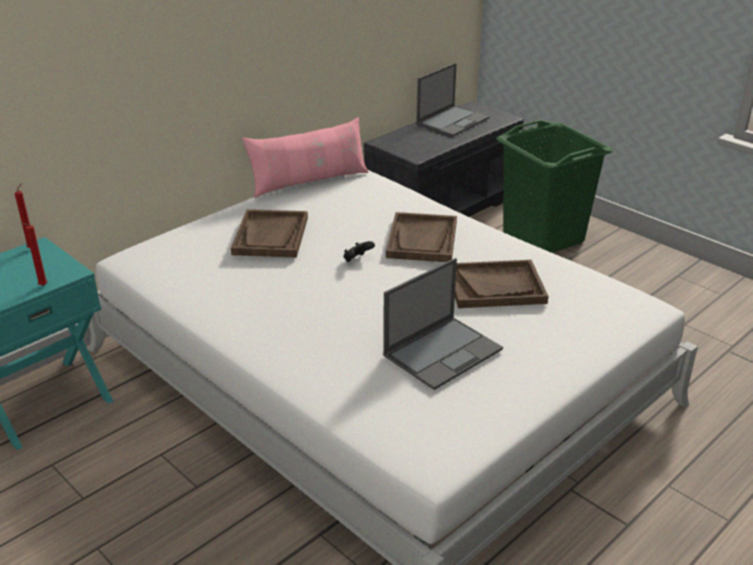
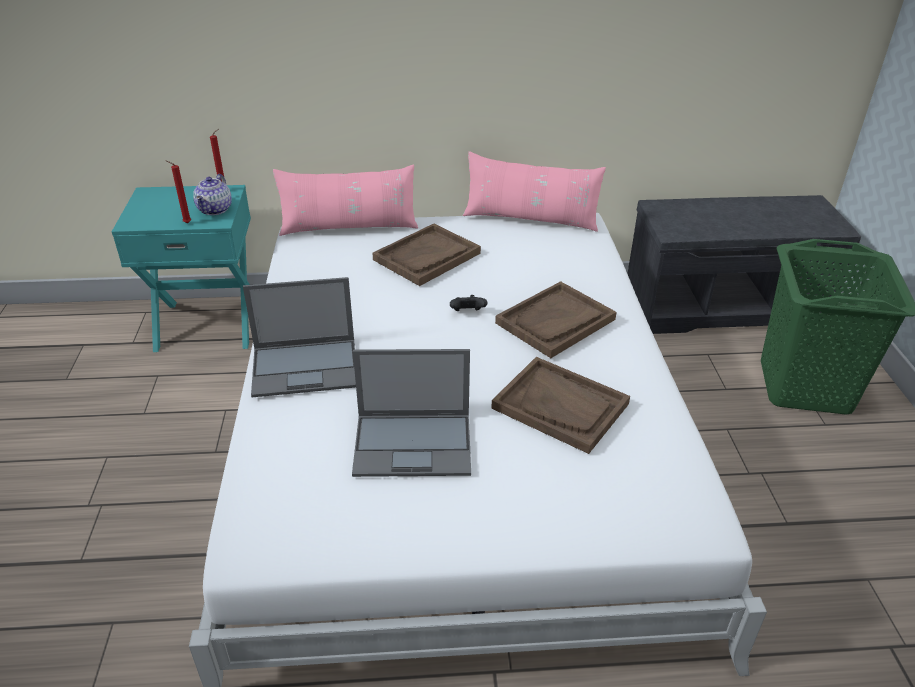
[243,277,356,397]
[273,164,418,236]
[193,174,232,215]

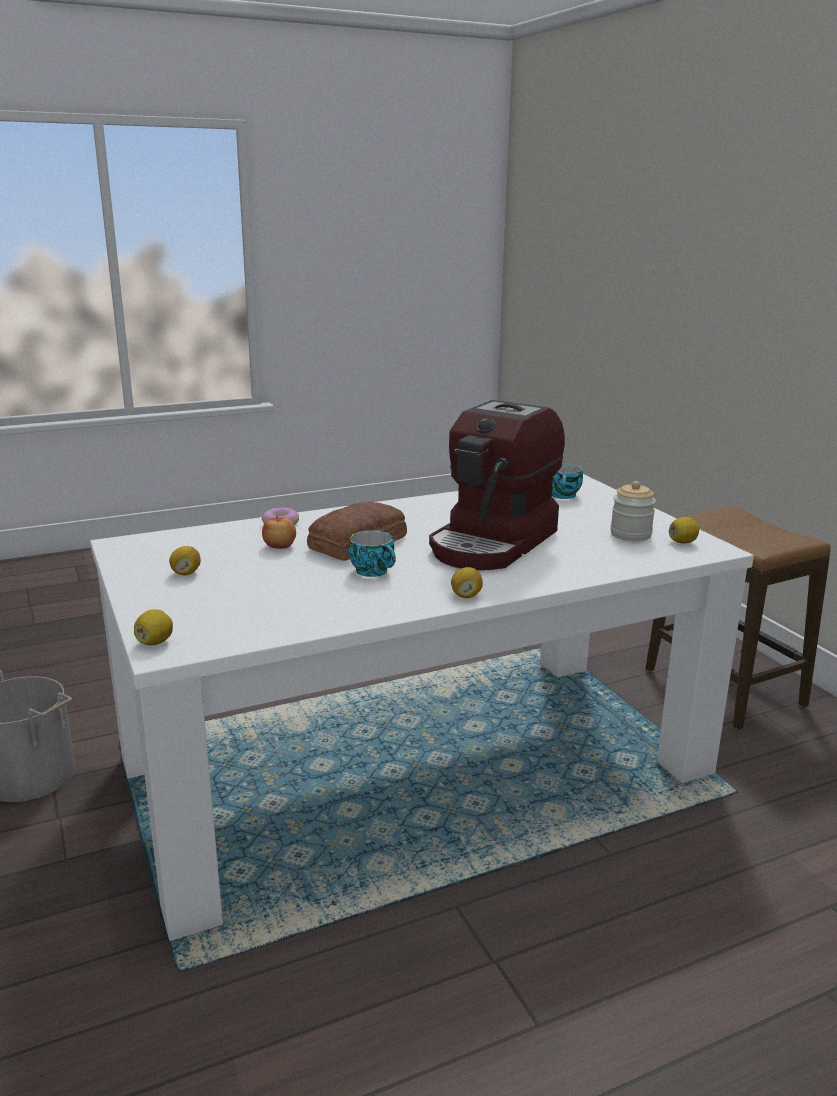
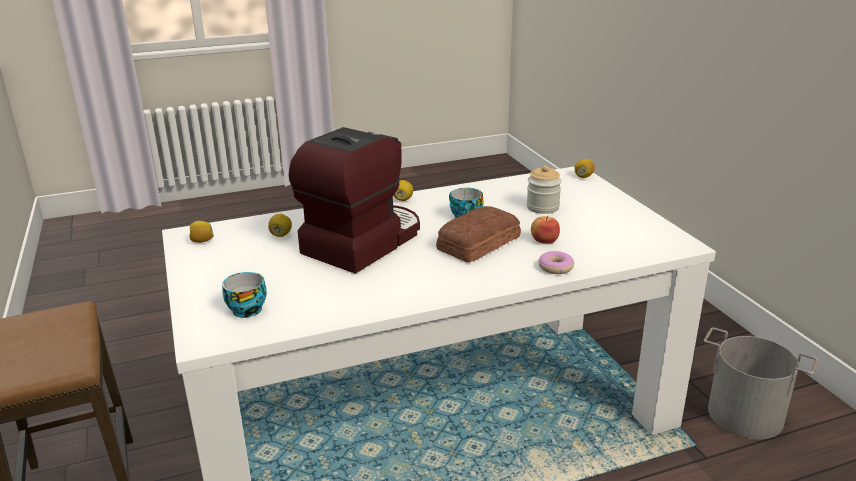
[526,165,562,214]
[268,214,292,237]

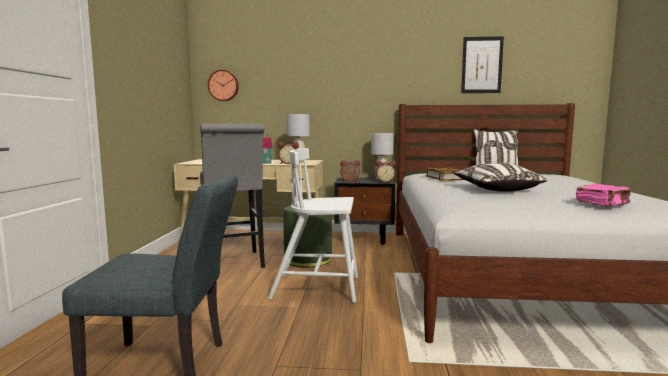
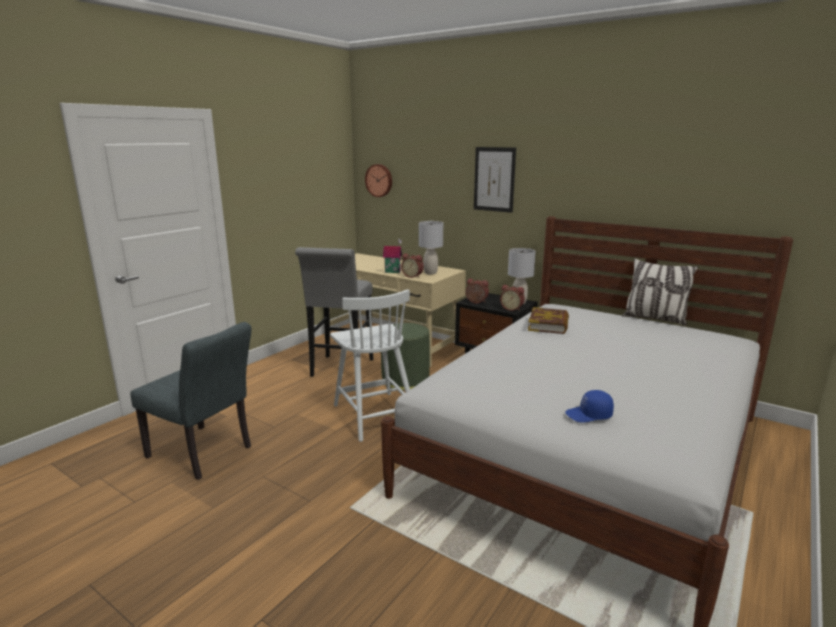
[474,147,516,213]
[330,289,410,442]
[454,163,548,192] (first image)
[565,390,614,423]

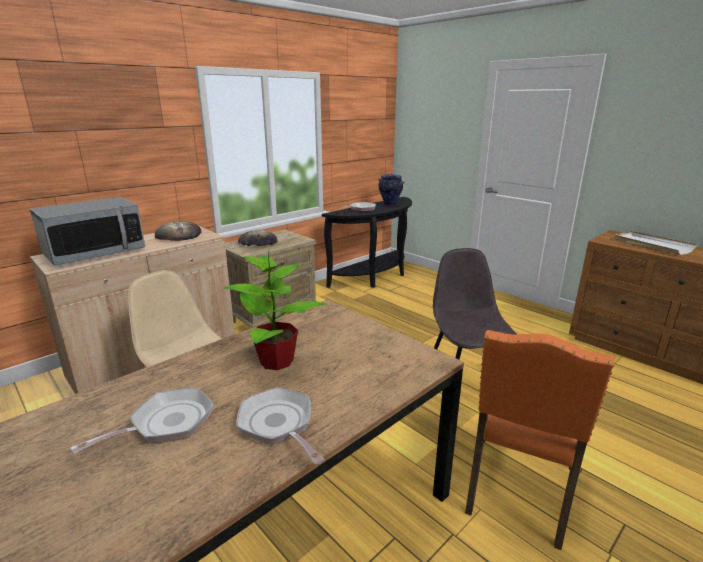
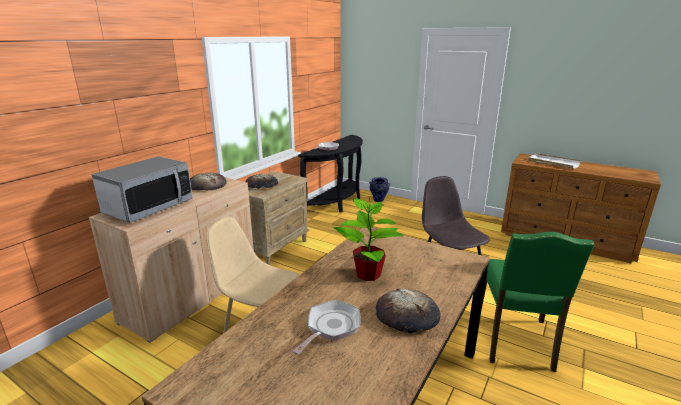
[369,177,391,202]
[482,232,594,372]
[376,288,440,334]

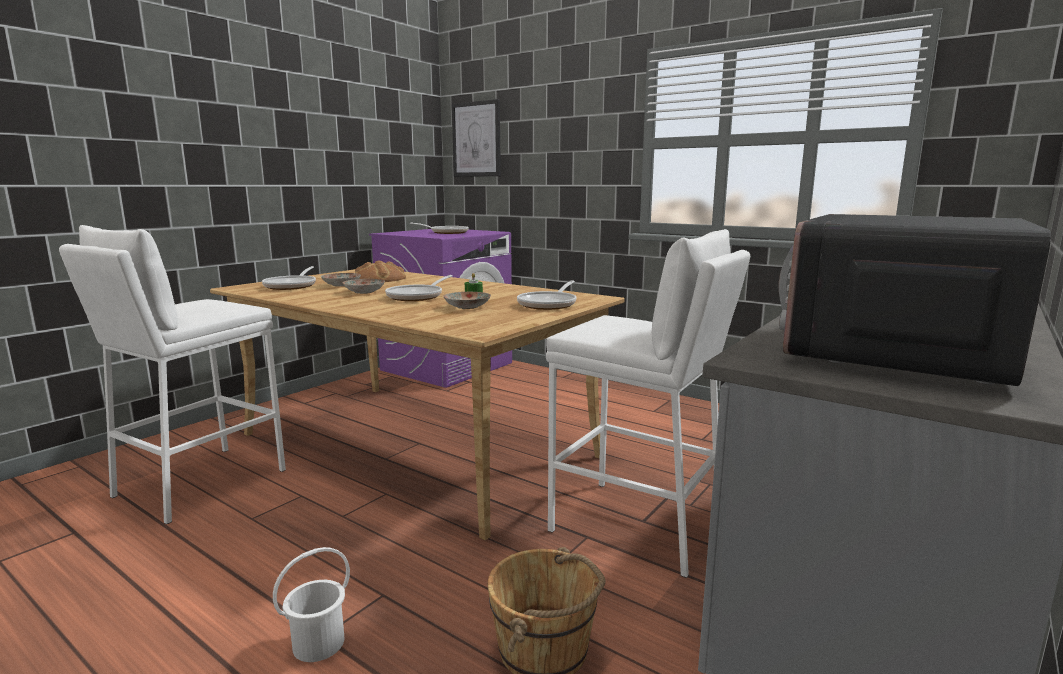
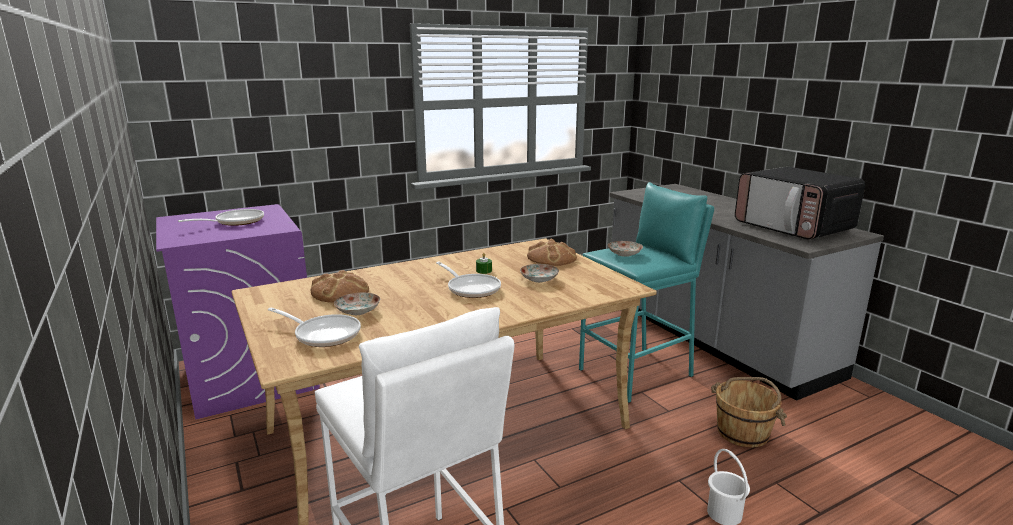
[452,99,501,177] (first image)
[579,182,714,403]
[608,241,643,257]
[527,239,577,266]

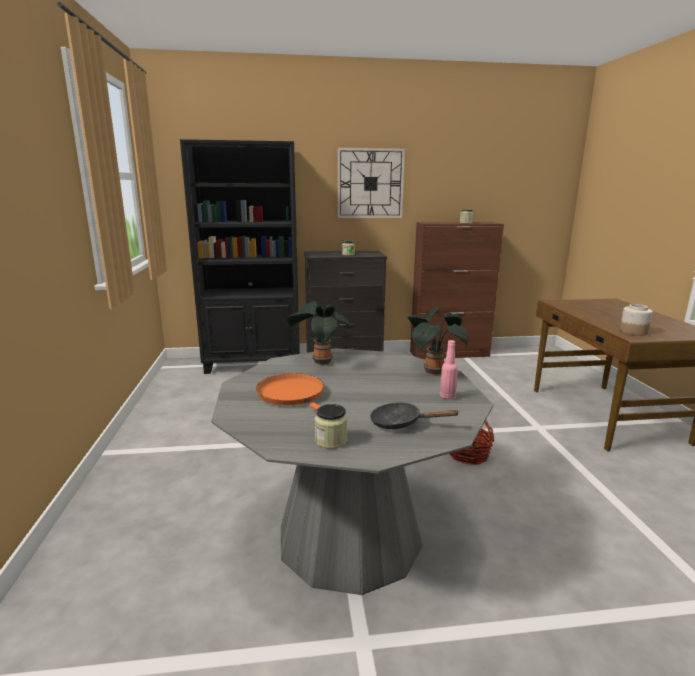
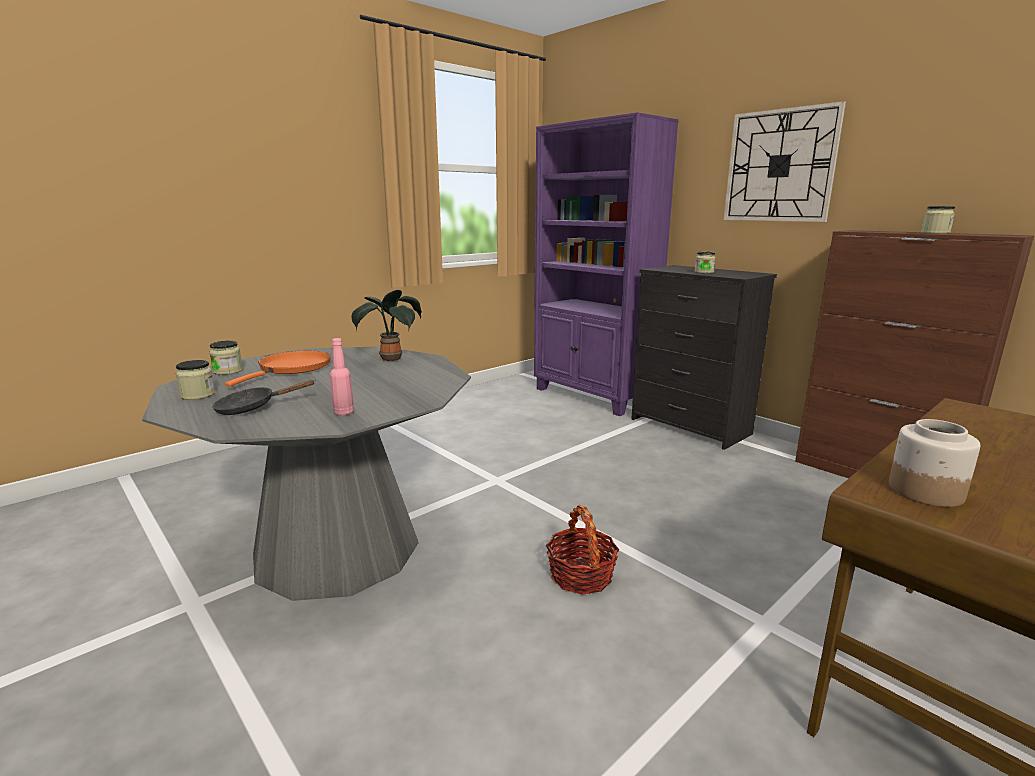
[534,112,679,416]
[407,308,468,375] (first image)
[212,380,315,415]
[209,341,243,375]

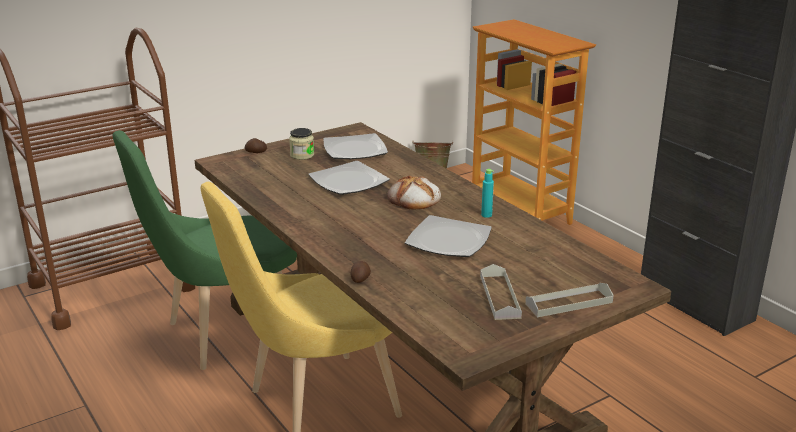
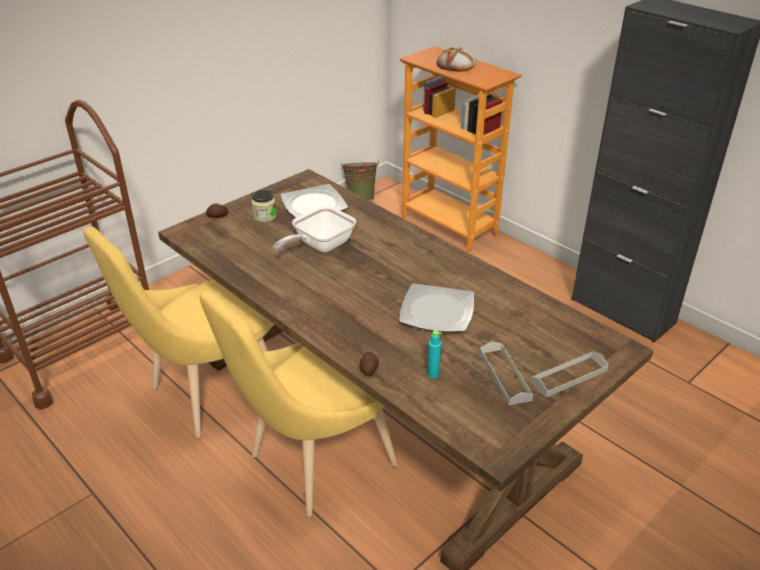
[83,226,274,438]
[273,205,356,253]
[427,330,441,379]
[436,48,476,72]

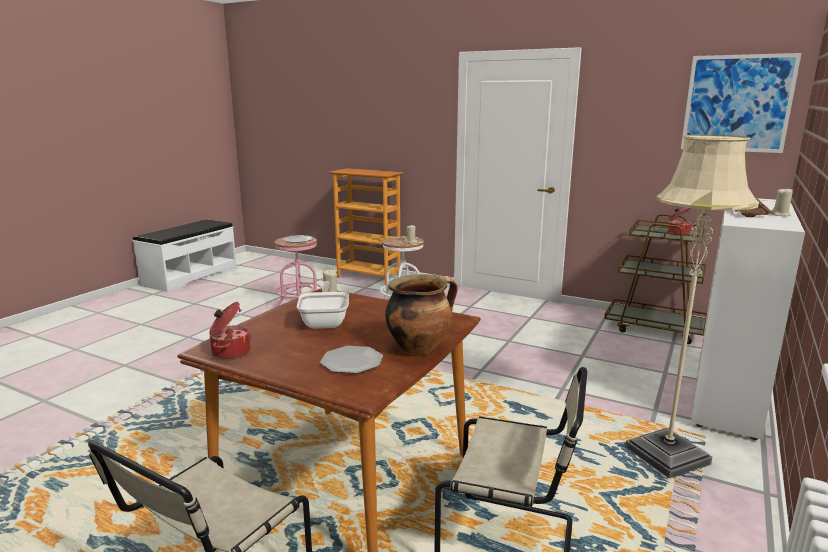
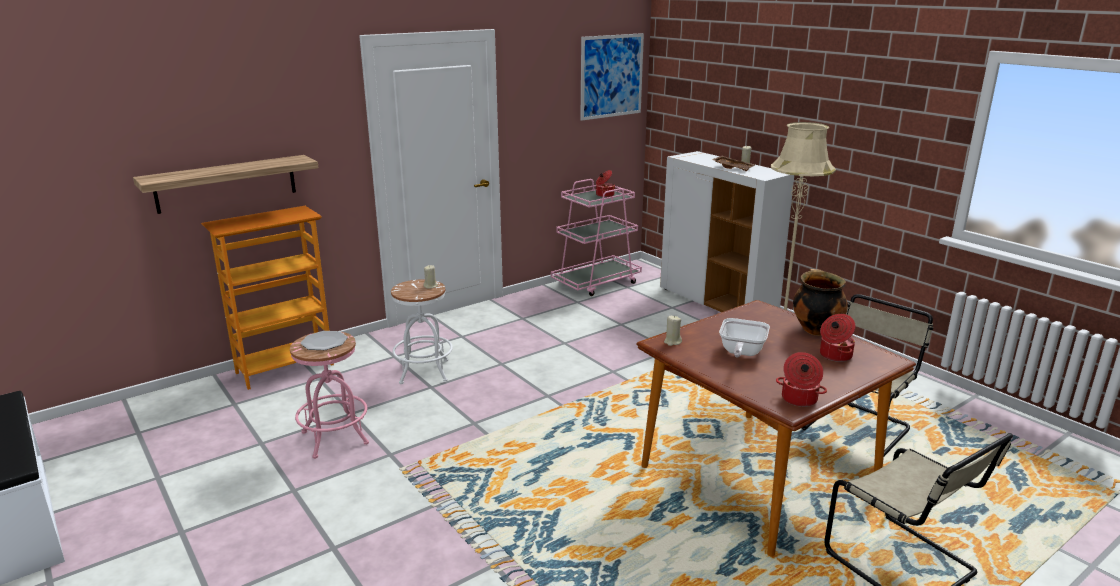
[551,179,642,296]
[719,318,770,358]
[820,314,855,362]
[133,155,319,214]

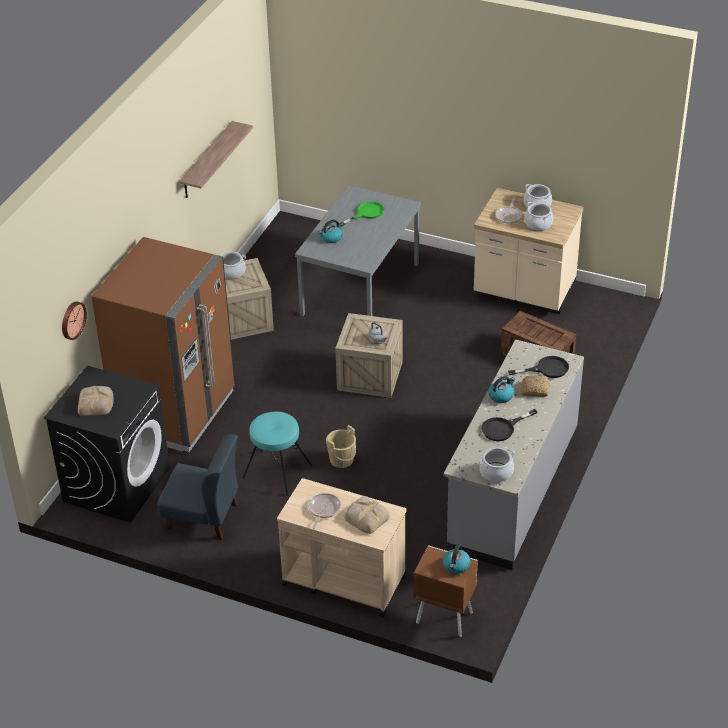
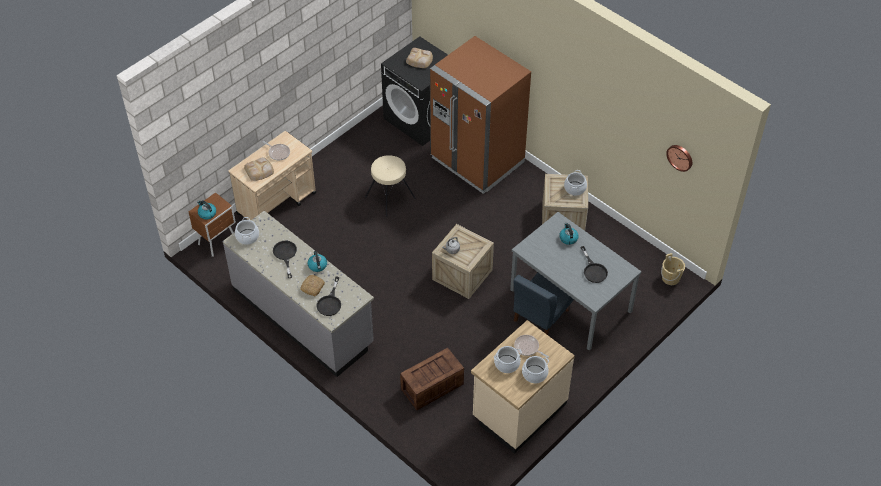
[179,121,253,198] (first image)
[581,246,608,283]
[666,145,692,172]
[365,155,415,217]
[661,253,685,285]
[513,273,574,335]

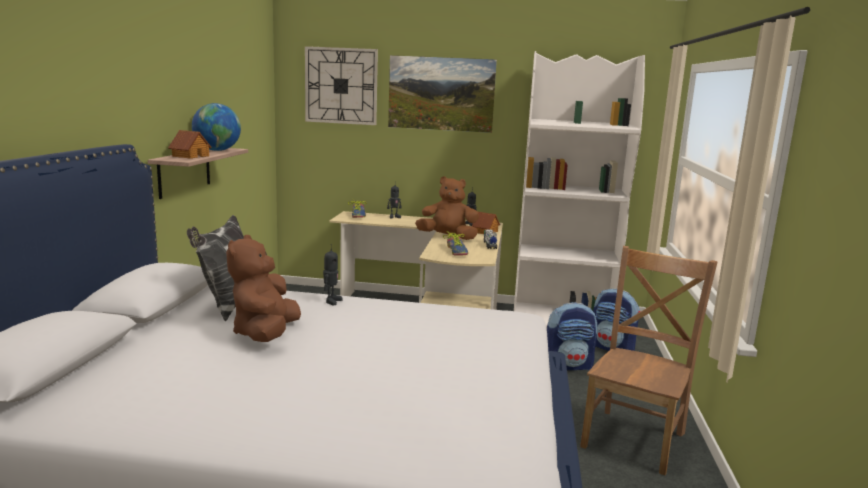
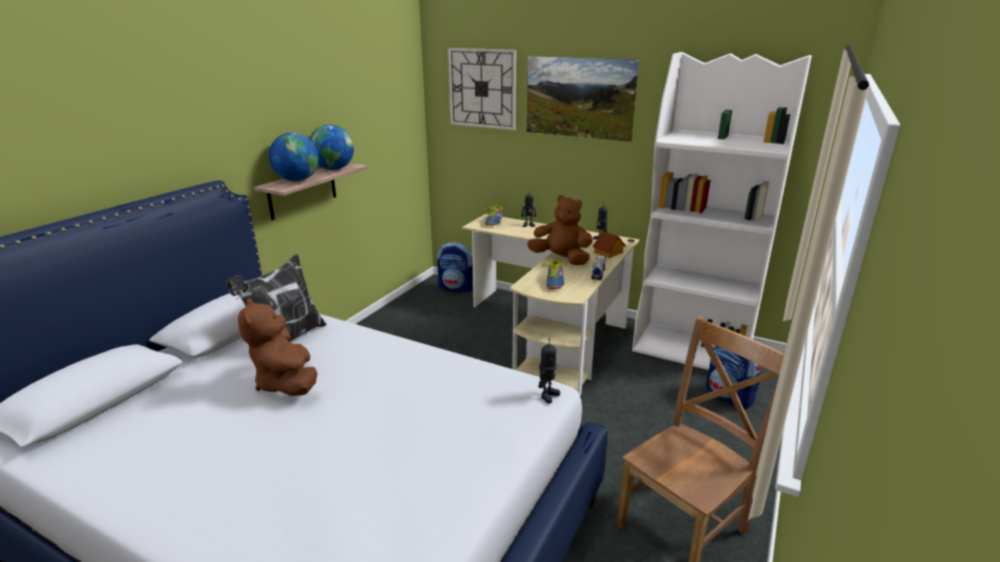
[269,133,319,181]
[238,298,317,396]
[538,338,560,404]
[437,242,473,293]

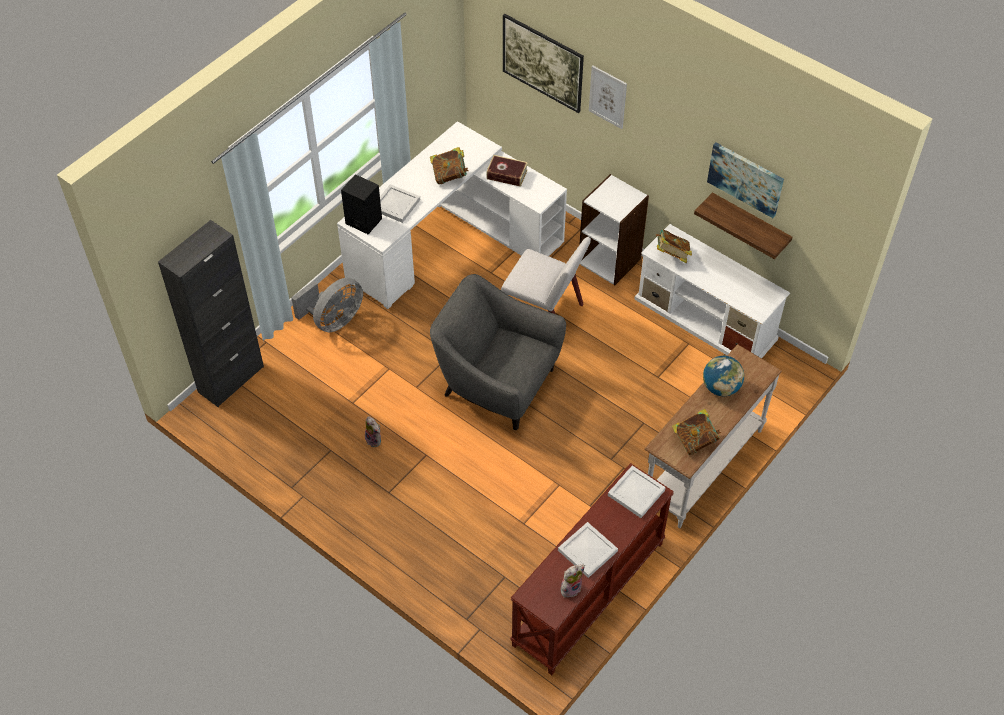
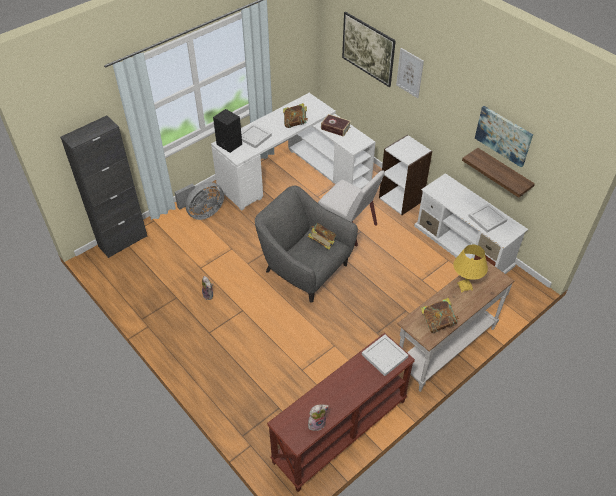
[308,223,336,250]
[453,245,488,292]
[468,203,507,233]

